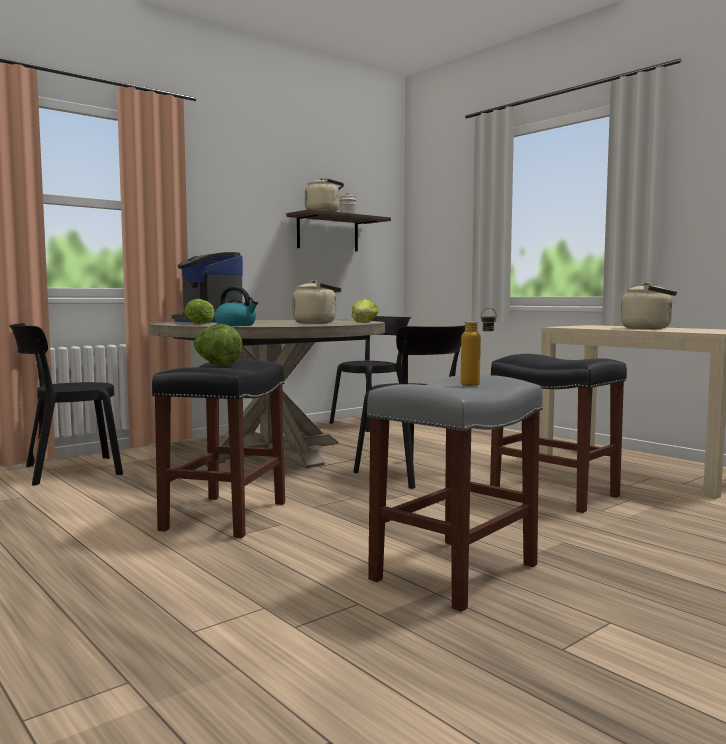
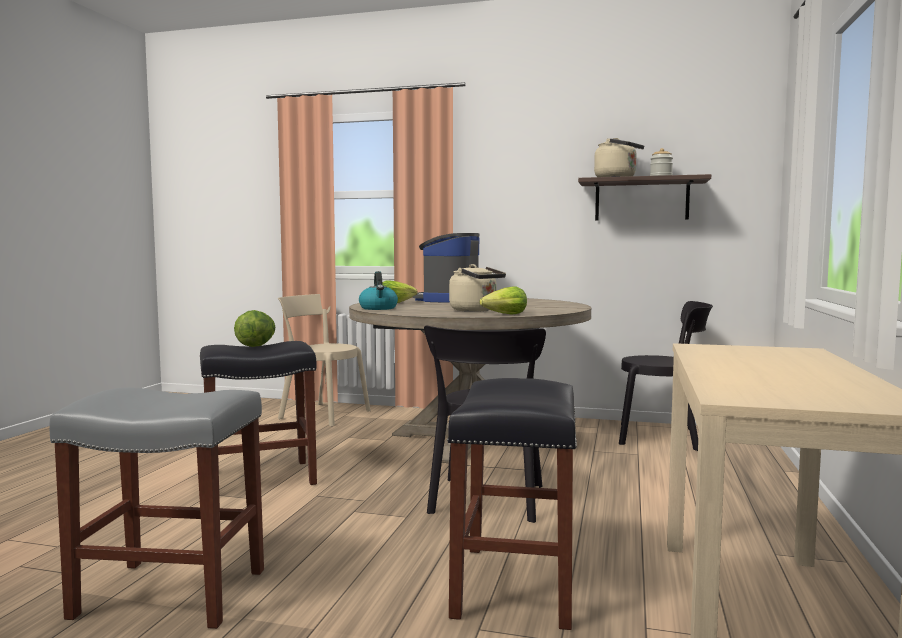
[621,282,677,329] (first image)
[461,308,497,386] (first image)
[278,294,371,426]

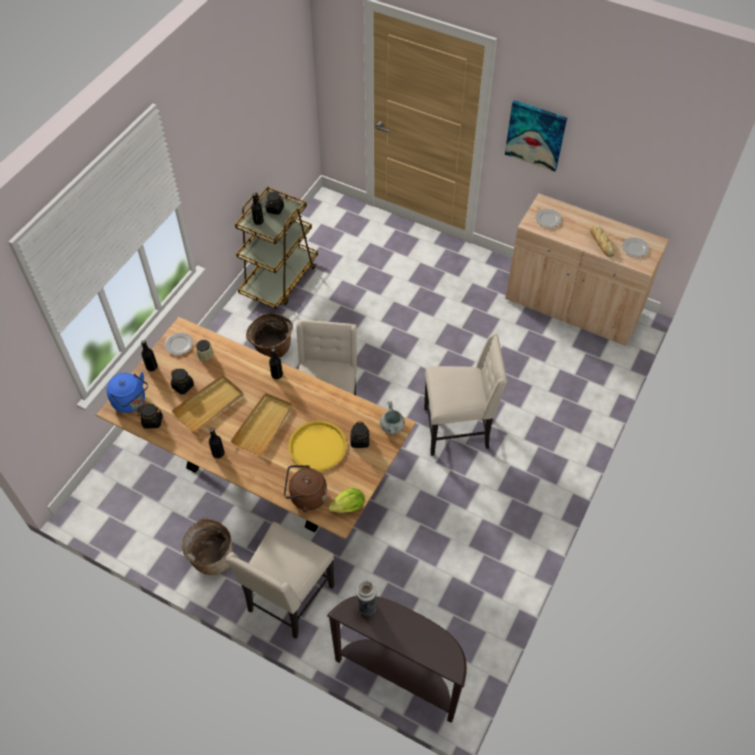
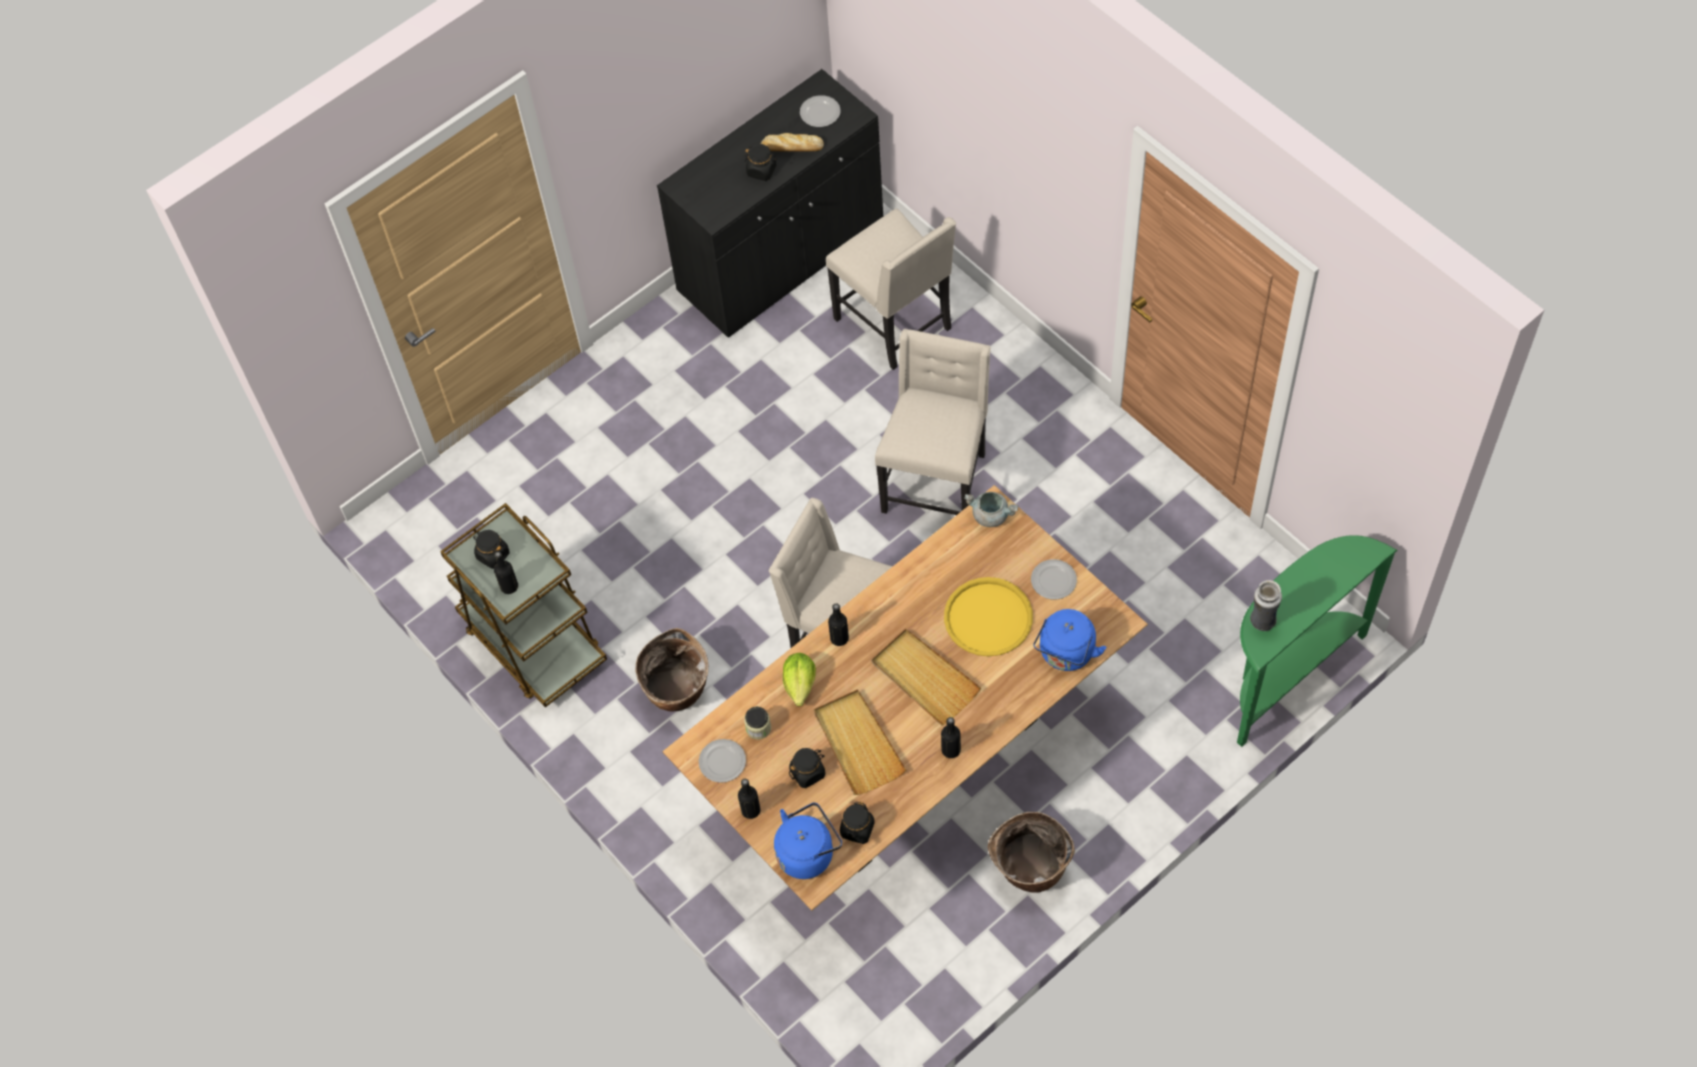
[505,100,567,172] (first image)
[657,69,883,338]
[1031,559,1077,599]
[745,144,777,181]
[1033,609,1107,671]
[783,653,816,706]
[826,208,956,370]
[1237,535,1397,747]

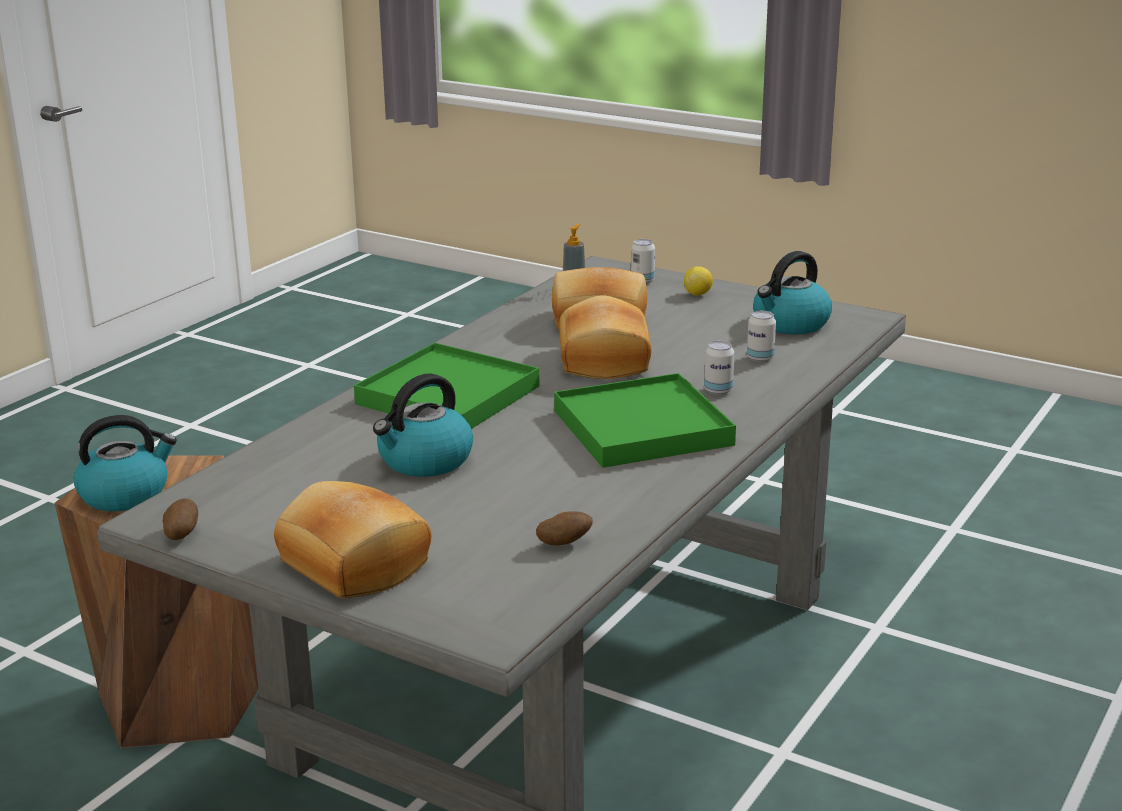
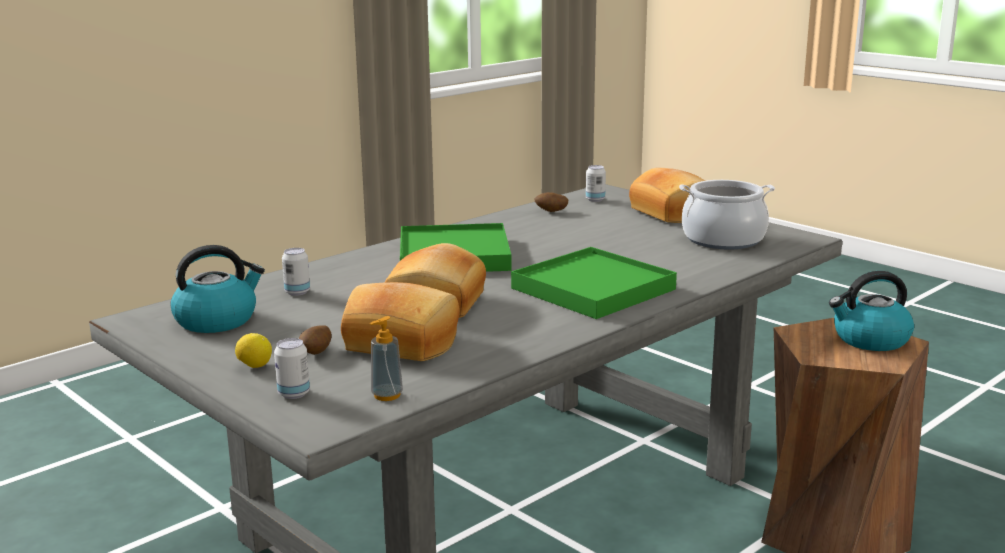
[586,165,606,202]
[373,373,473,477] (first image)
[298,325,332,355]
[679,180,775,250]

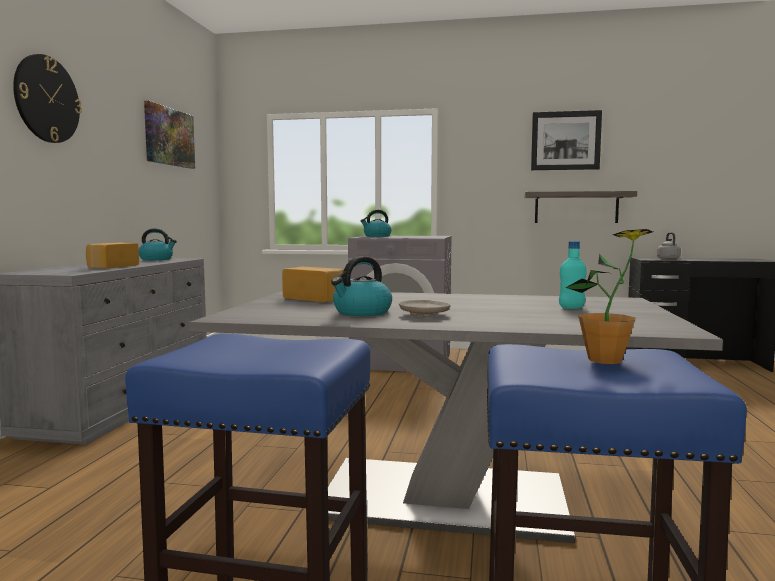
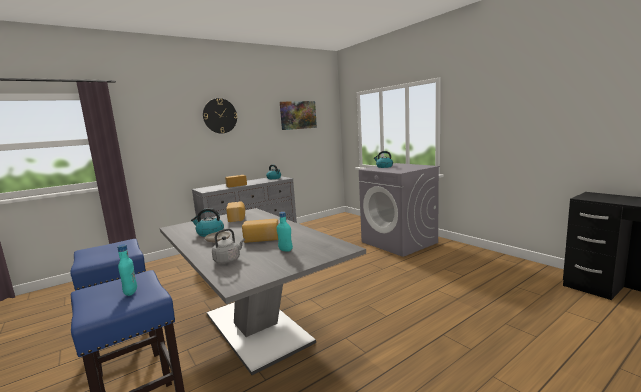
[531,110,602,170] (first image)
[524,191,637,223] (first image)
[117,244,137,296]
[212,229,245,264]
[242,219,278,243]

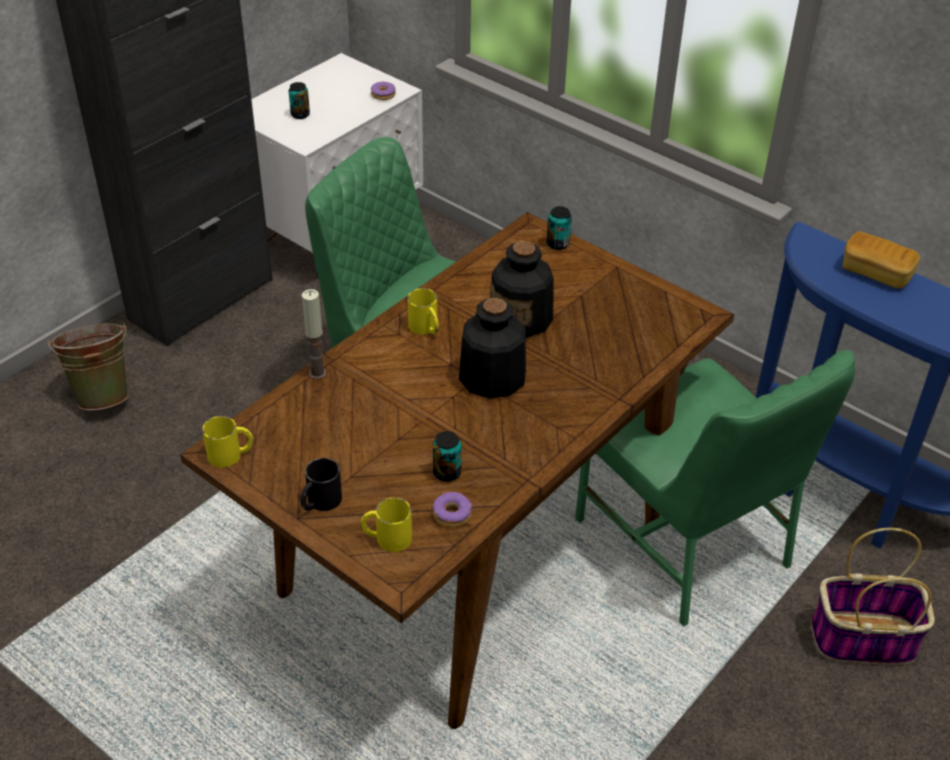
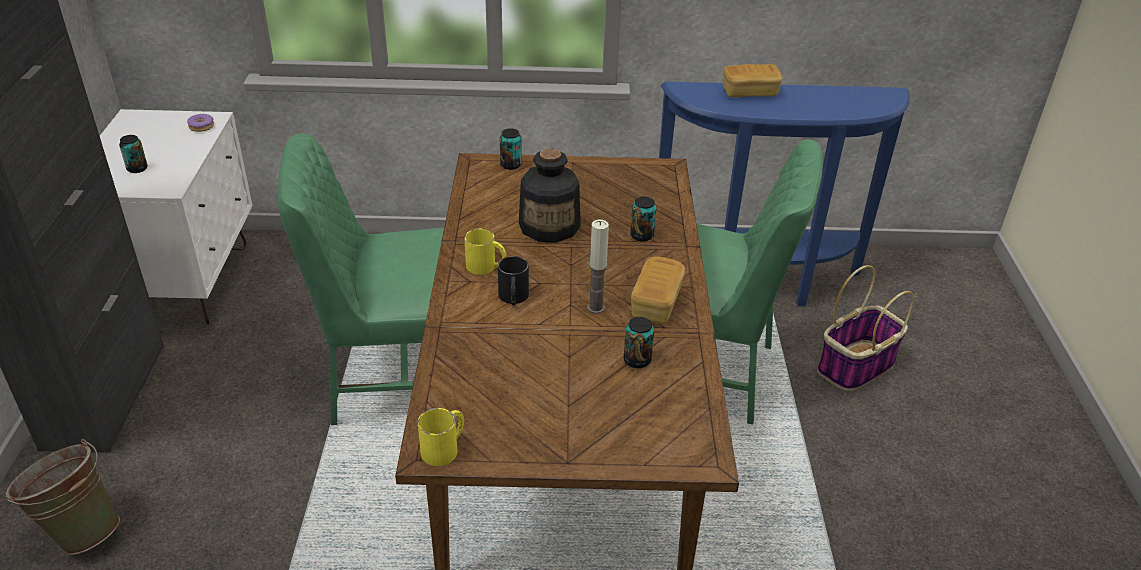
[587,220,609,314]
[459,298,526,399] (first image)
[498,256,529,305]
[433,492,472,527] (first image)
[361,497,412,552] (first image)
[630,197,656,241]
[631,257,685,324]

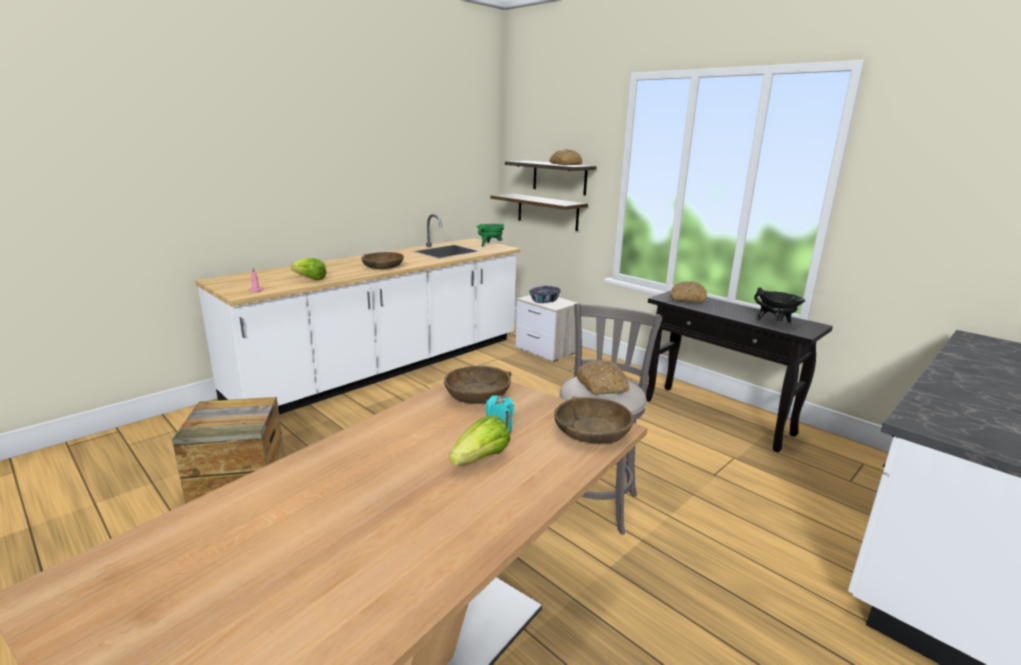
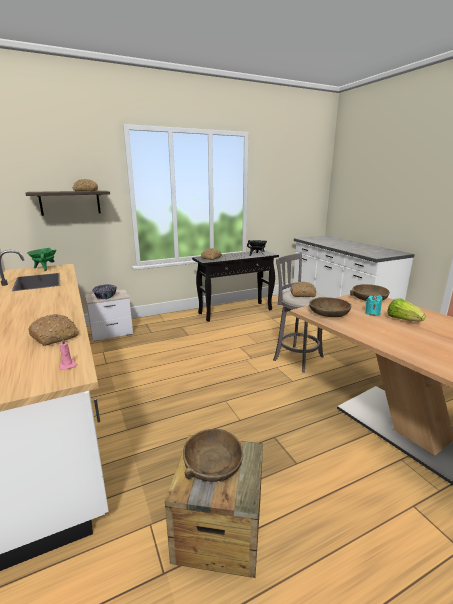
[490,194,588,231] (first image)
[183,429,243,482]
[28,314,79,346]

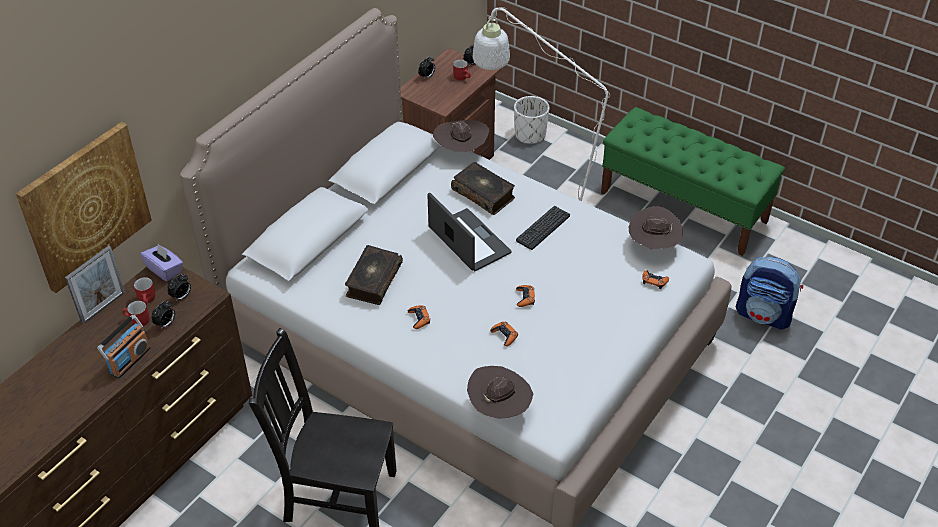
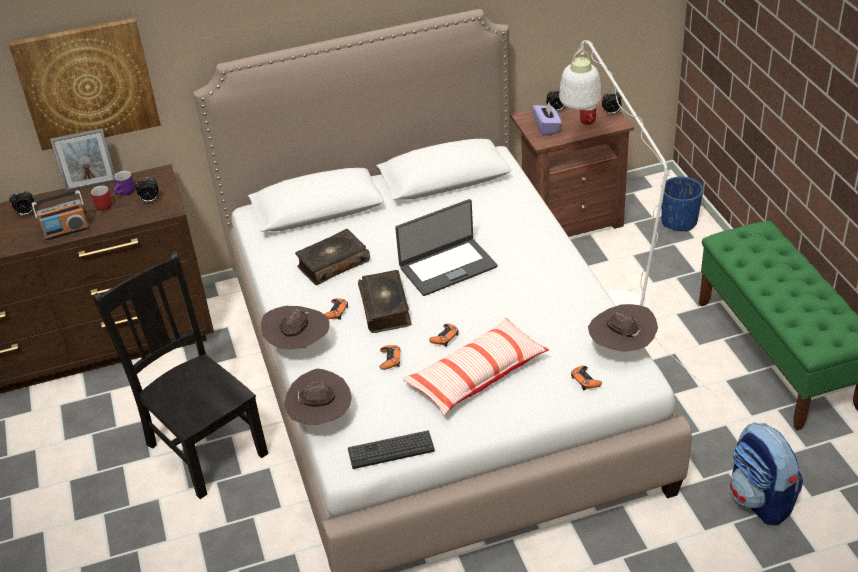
[661,176,703,232]
[261,306,330,350]
[358,270,412,333]
[395,199,498,296]
[348,431,435,469]
[532,102,562,136]
[114,171,135,195]
[9,190,34,216]
[402,318,549,415]

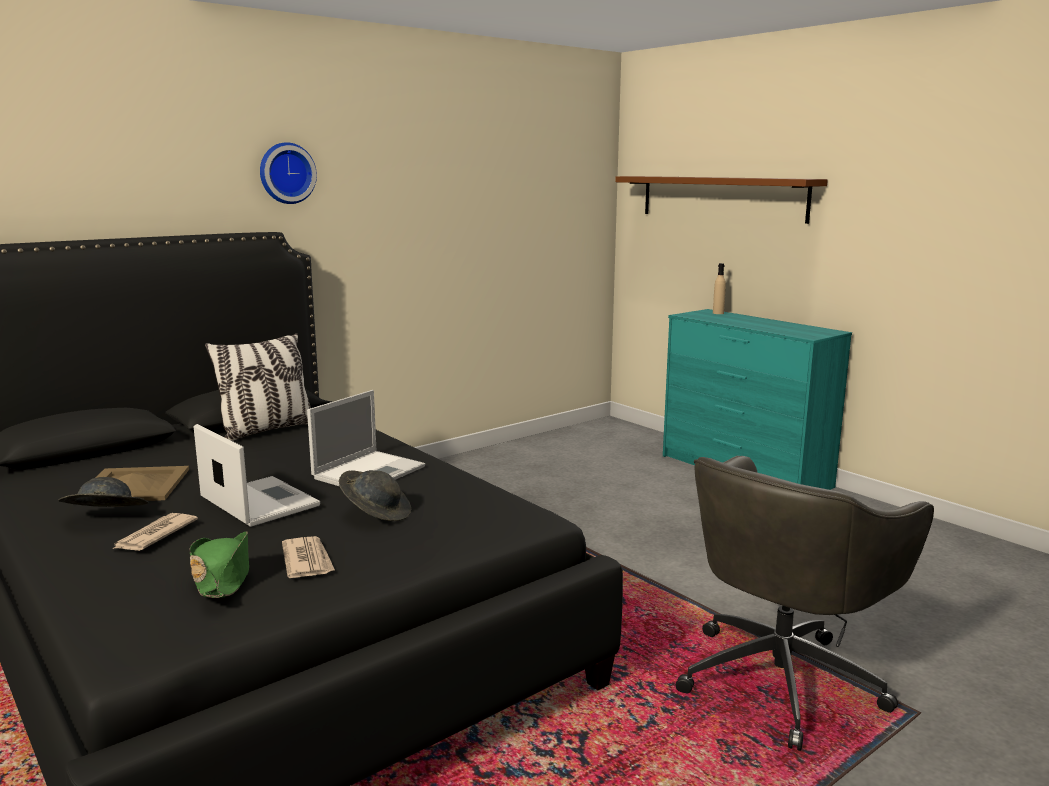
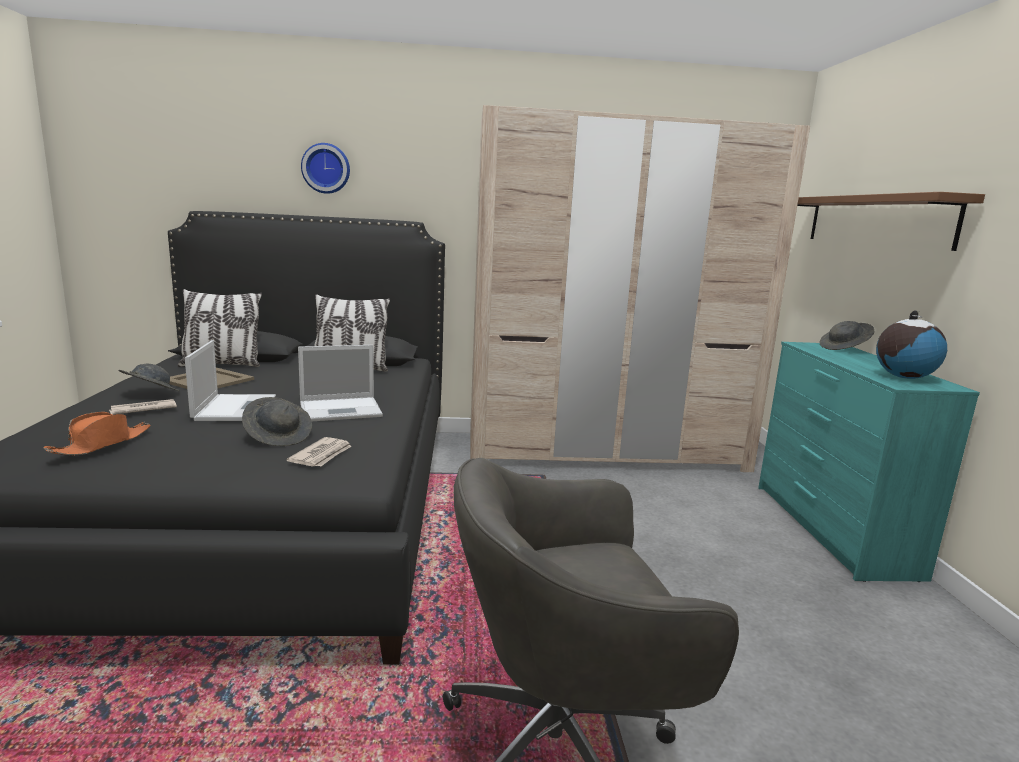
[301,143,350,194]
[819,321,874,350]
[43,412,151,455]
[287,437,352,467]
[470,105,810,472]
[178,289,262,367]
[876,310,947,379]

